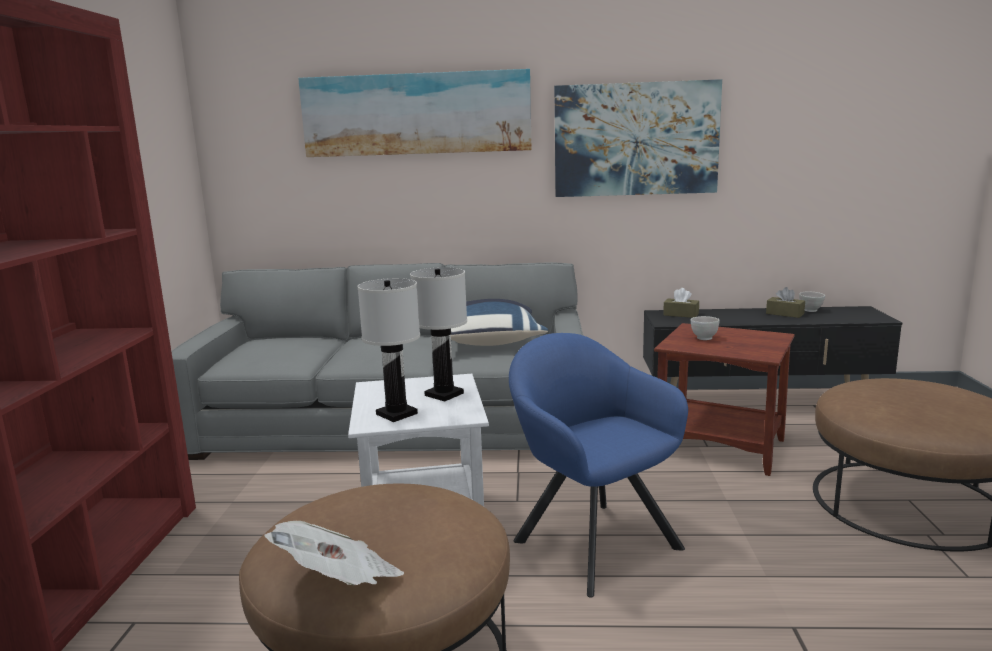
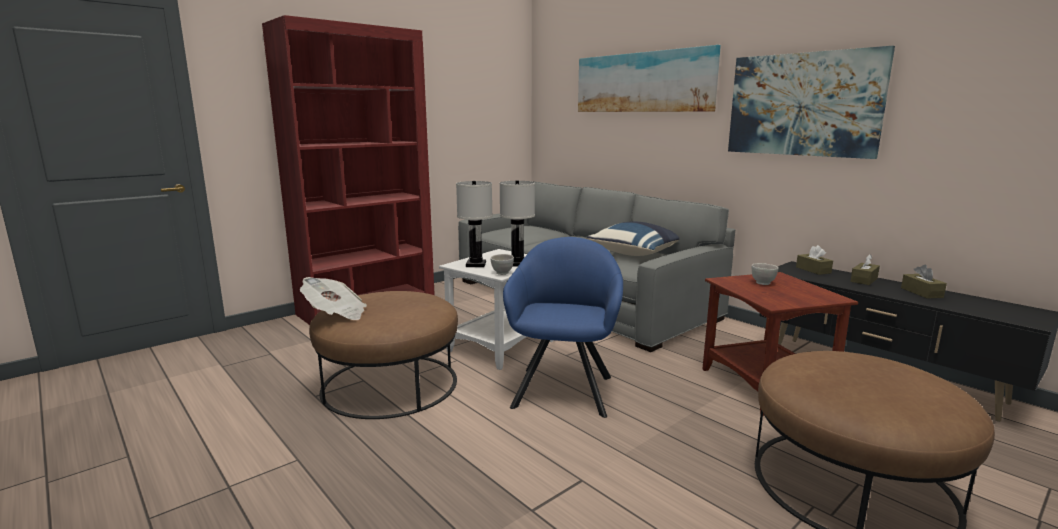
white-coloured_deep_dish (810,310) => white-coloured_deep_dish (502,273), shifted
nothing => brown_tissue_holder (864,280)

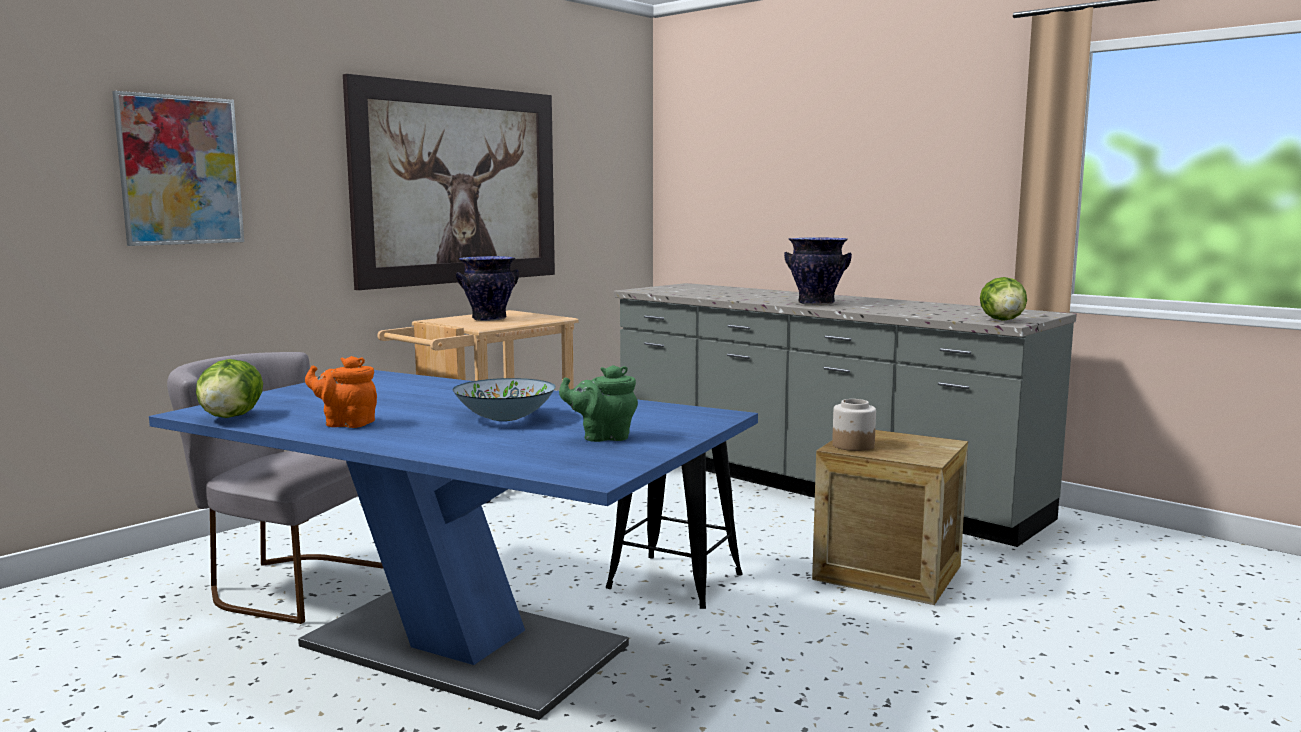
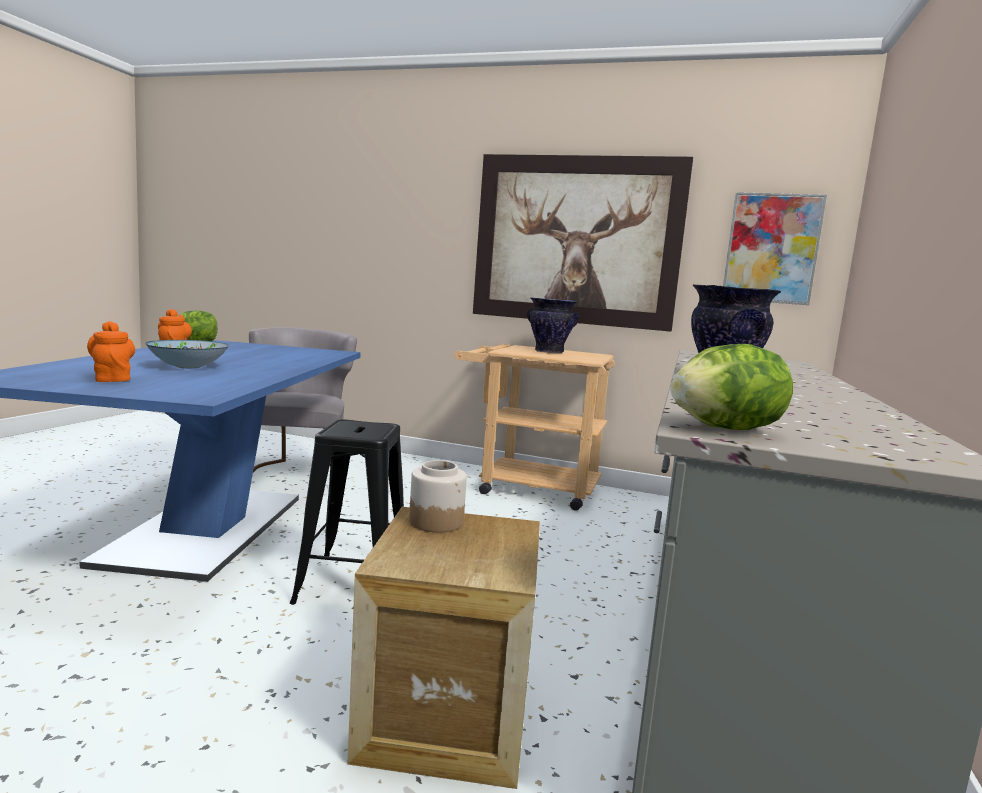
wall_art (180,170) => wall_art (771,248), shifted
greenish_pot_for_tea (603,437) => orangey_pot_for_tea (112,379)

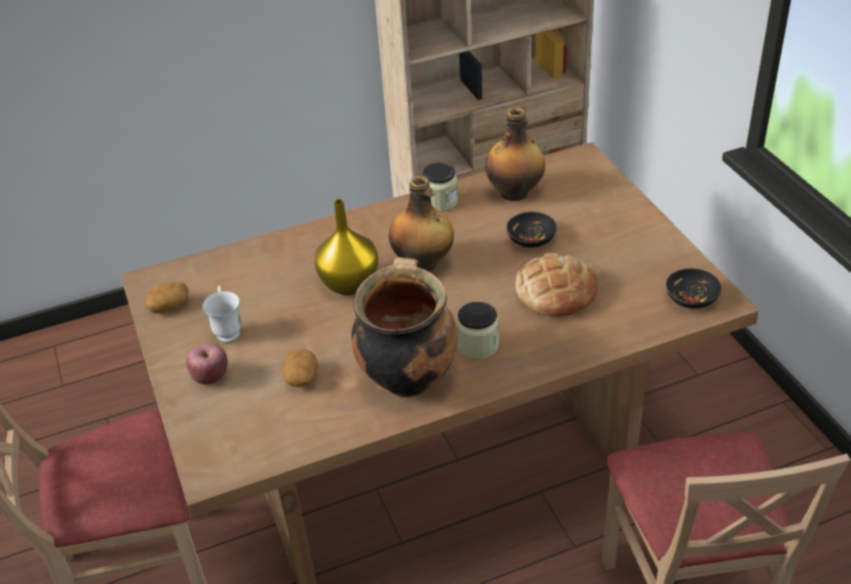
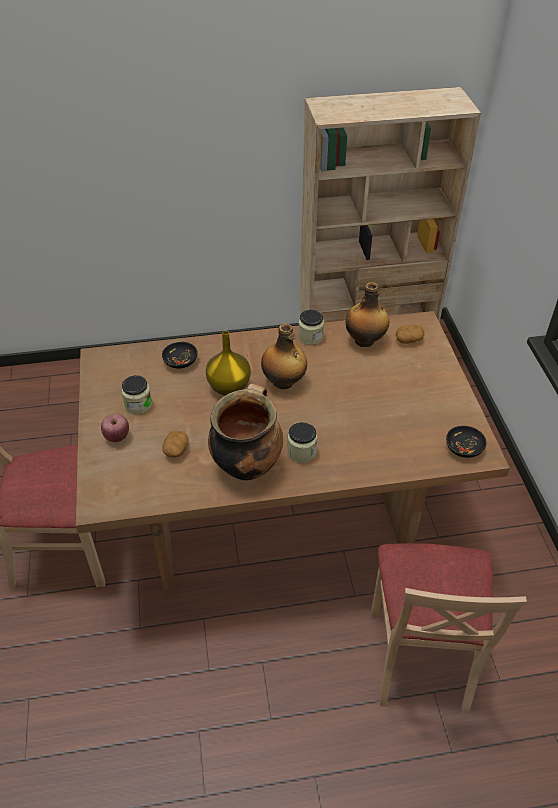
black-coloured_deep_dish (530,238) => black-coloured_deep_dish (180,361), shifted
bread (555,291) => nothing
spud (169,305) => spud (409,339), shifted
white-coloured_mug (228,330) => jar (138,404)

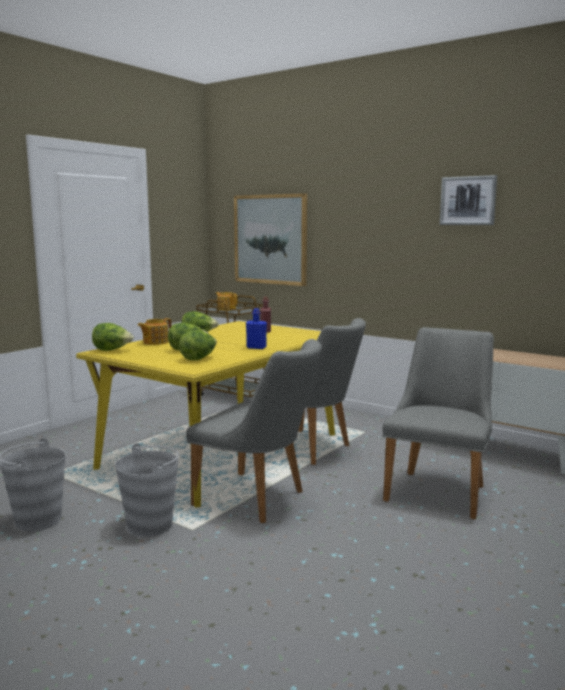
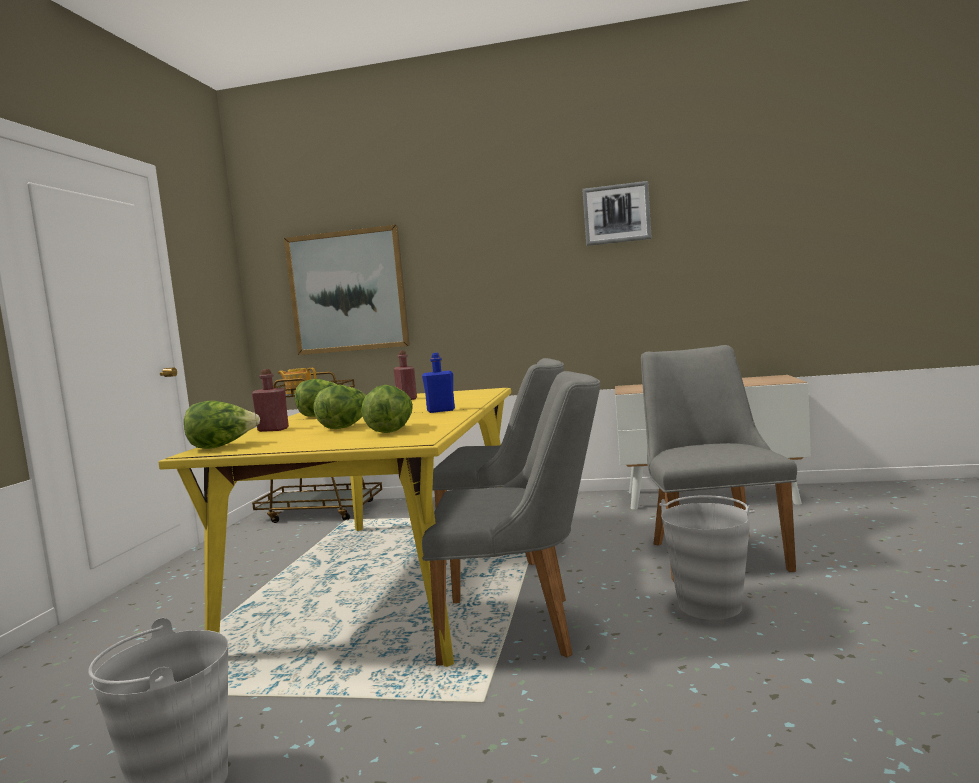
pot_for_tea (155,342) => red_bottle (273,429)
grey_water_bucket (150,525) => grey_water_bucket (710,605), shifted

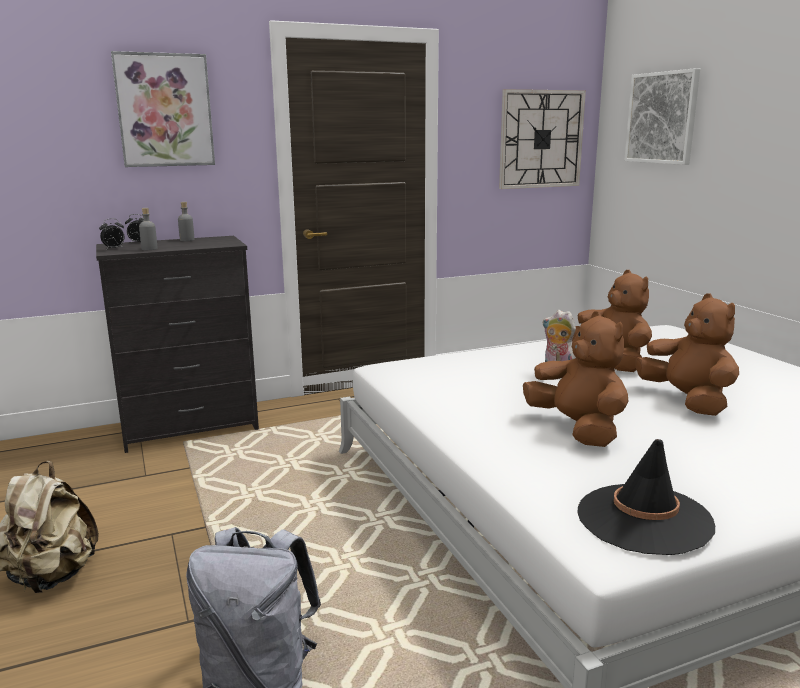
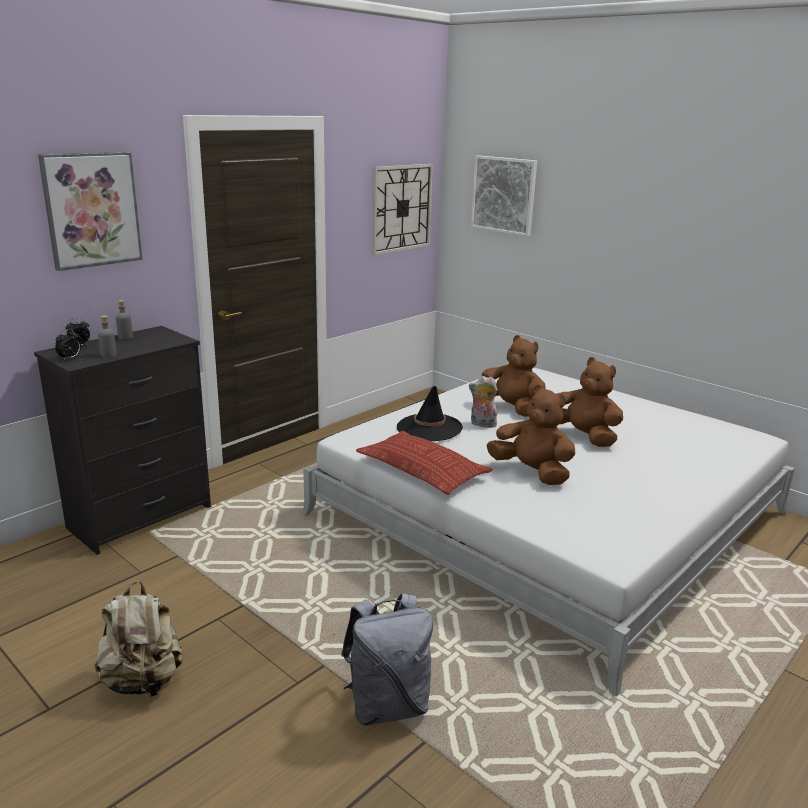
black-coloured_clothing_hat (644,519) => black-coloured_clothing_hat (429,428), shifted
nothing => cushion (422,470)

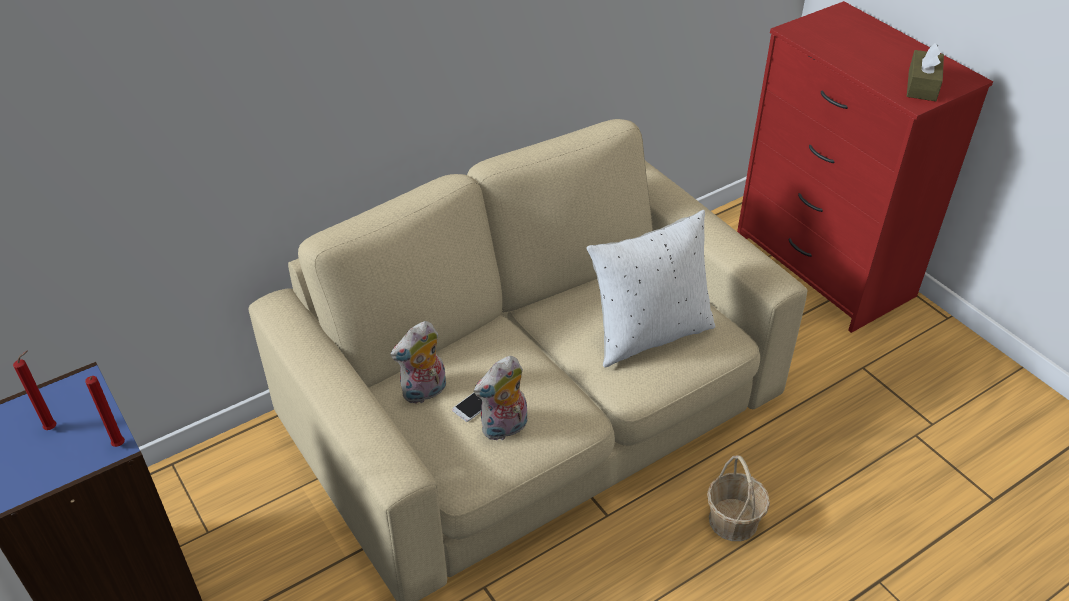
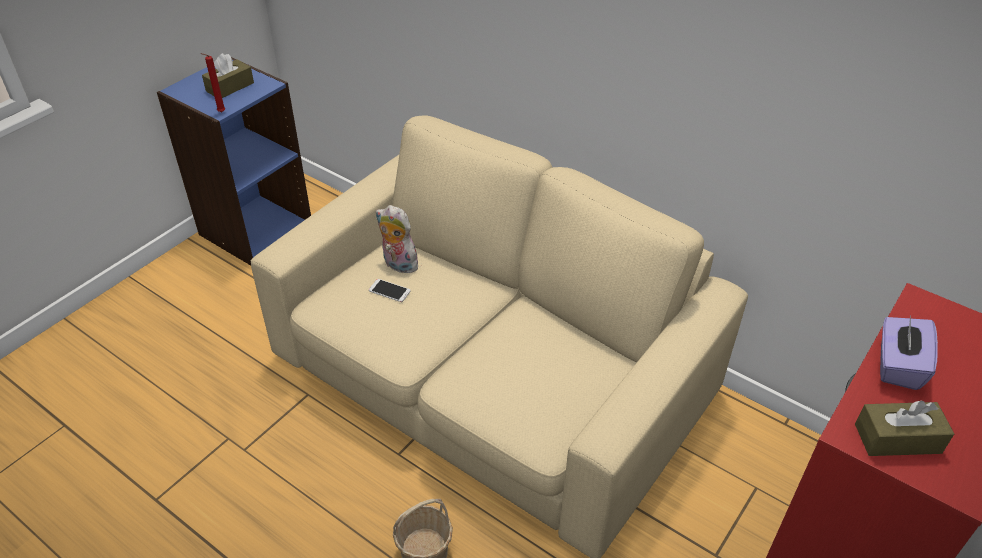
white-coloured_cushion (649,333) => nothing
red_wax_candle (53,428) => brown_tissue_holder (230,87)
soft_toy (504,429) => nothing
nothing => purple-coloured_tissue_holder (897,366)

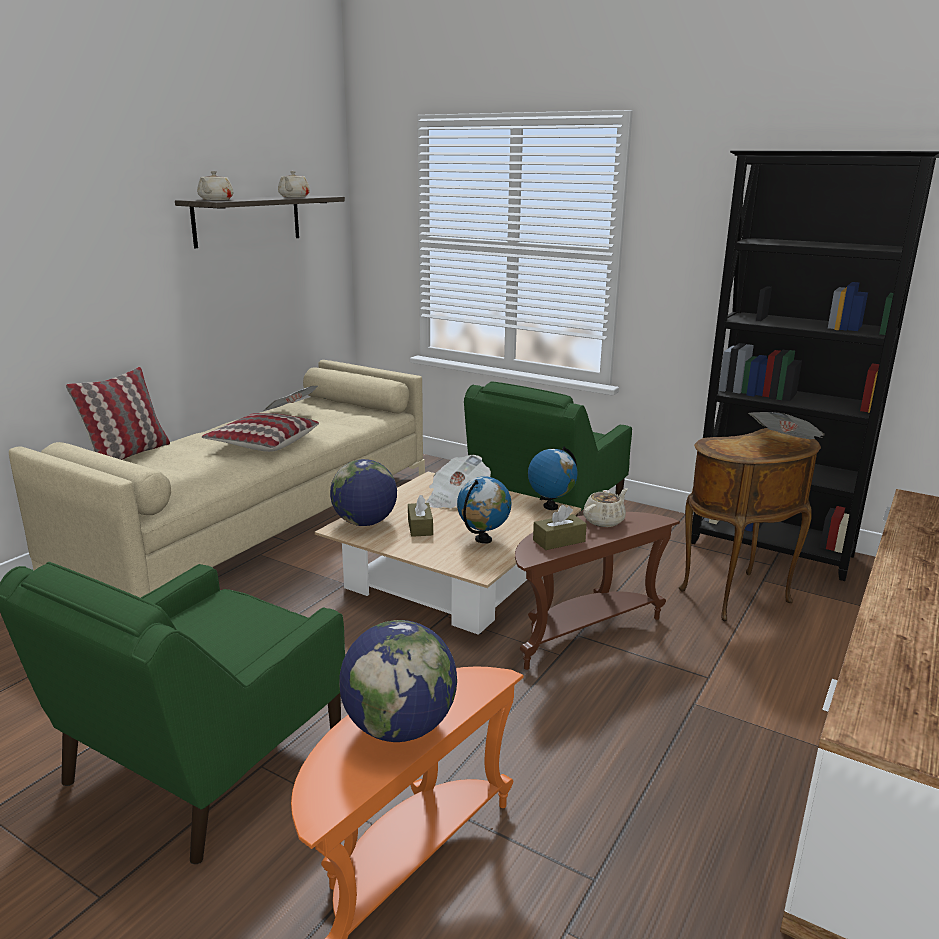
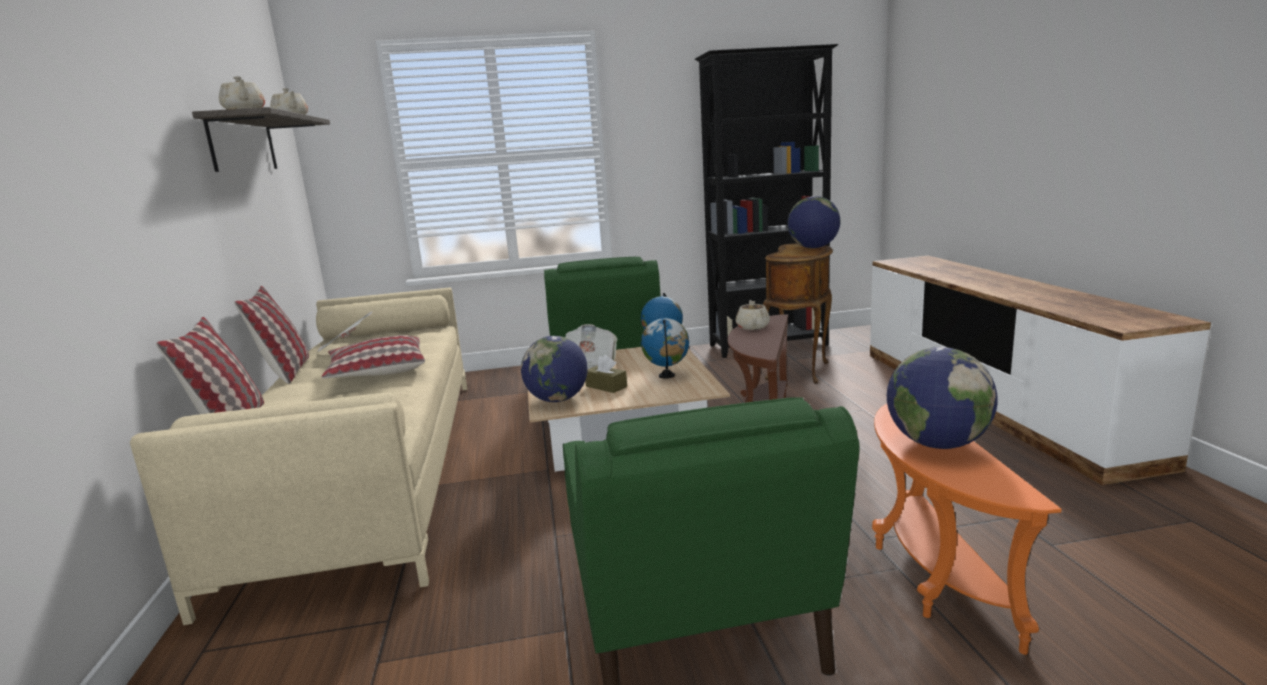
newspaper (785,445) => desk_globe (813,248)
brown_tissue_holder (559,541) => nothing
nothing => cushion (286,372)

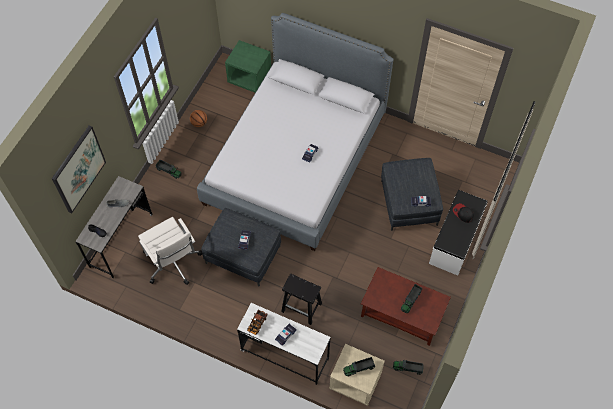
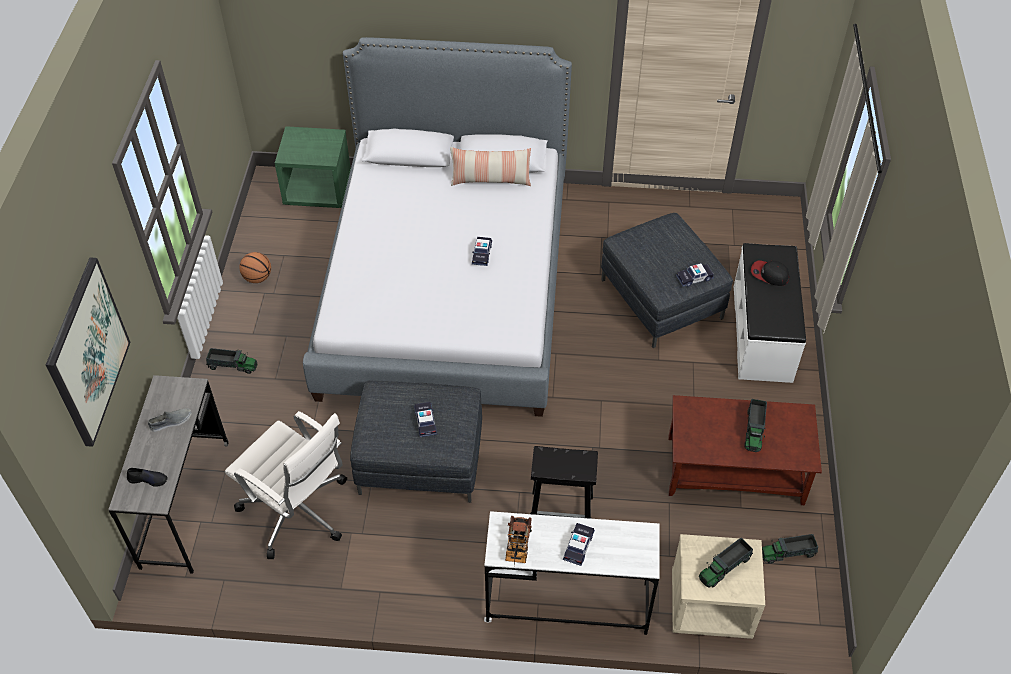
nothing => cushion (490,180)

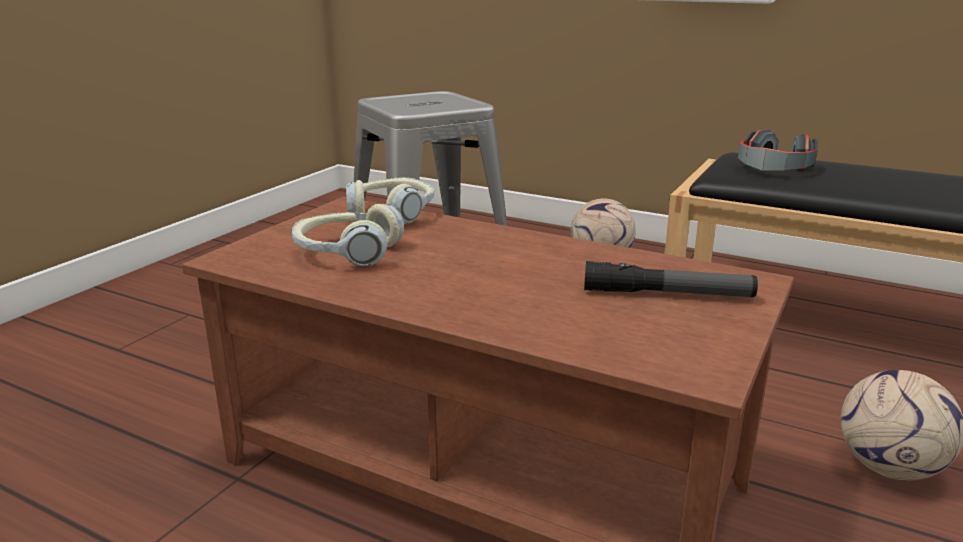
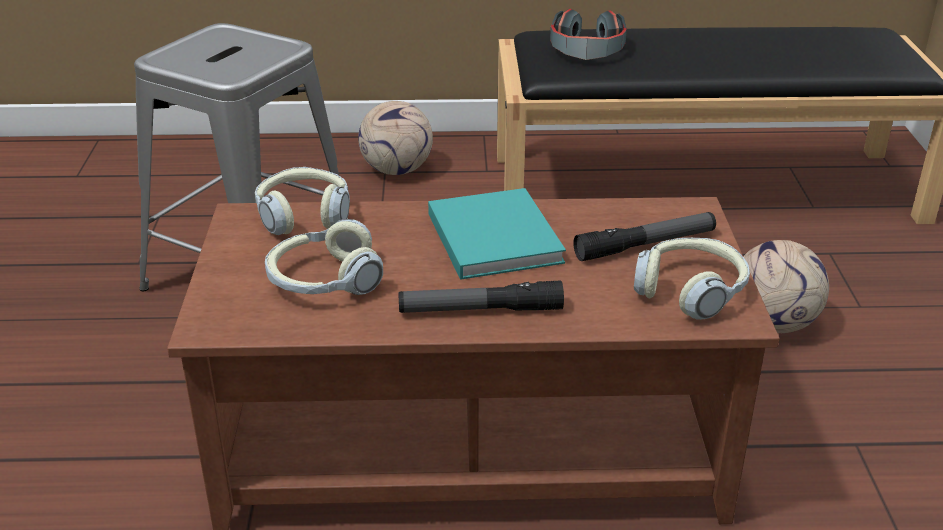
nothing => turquoise_book (493,235)
nothing => pair_of_headphones (691,290)
nothing => hand_torch (480,310)

